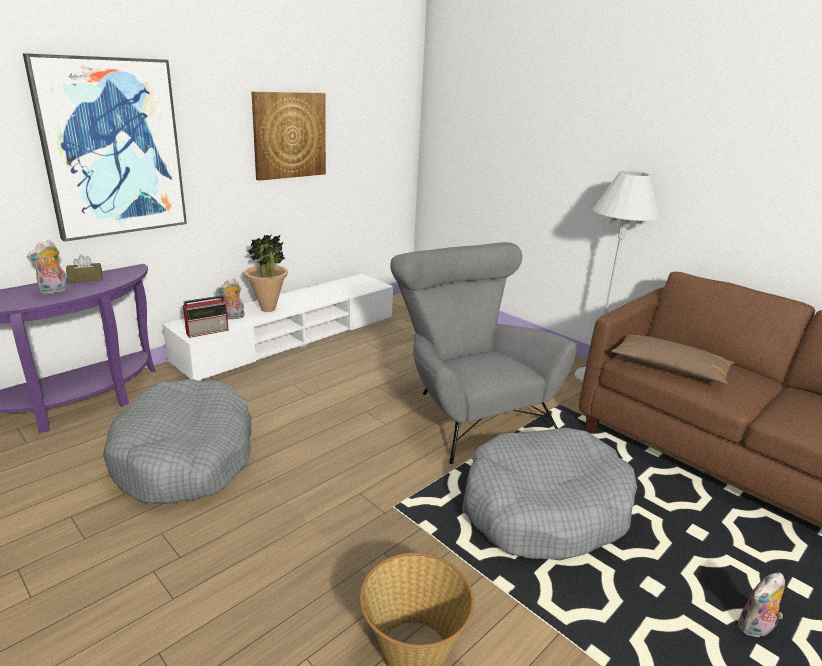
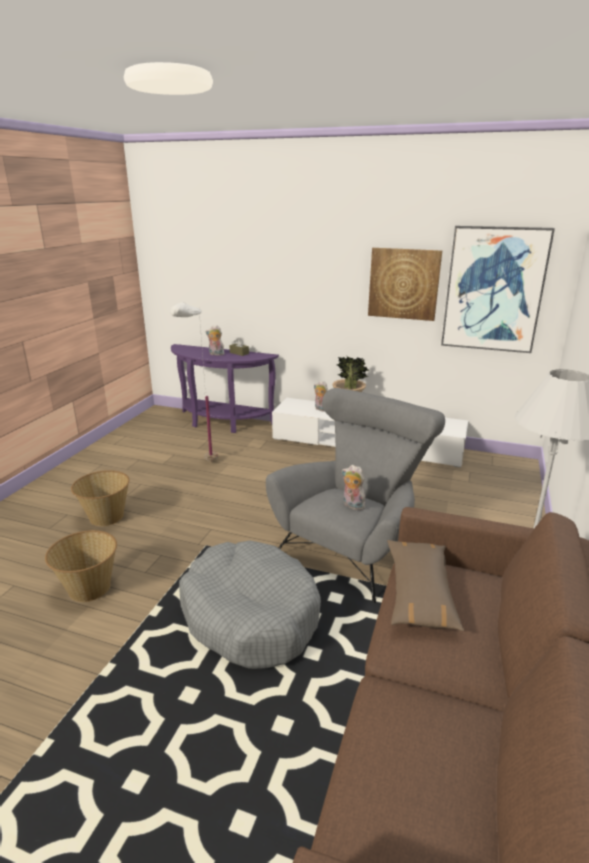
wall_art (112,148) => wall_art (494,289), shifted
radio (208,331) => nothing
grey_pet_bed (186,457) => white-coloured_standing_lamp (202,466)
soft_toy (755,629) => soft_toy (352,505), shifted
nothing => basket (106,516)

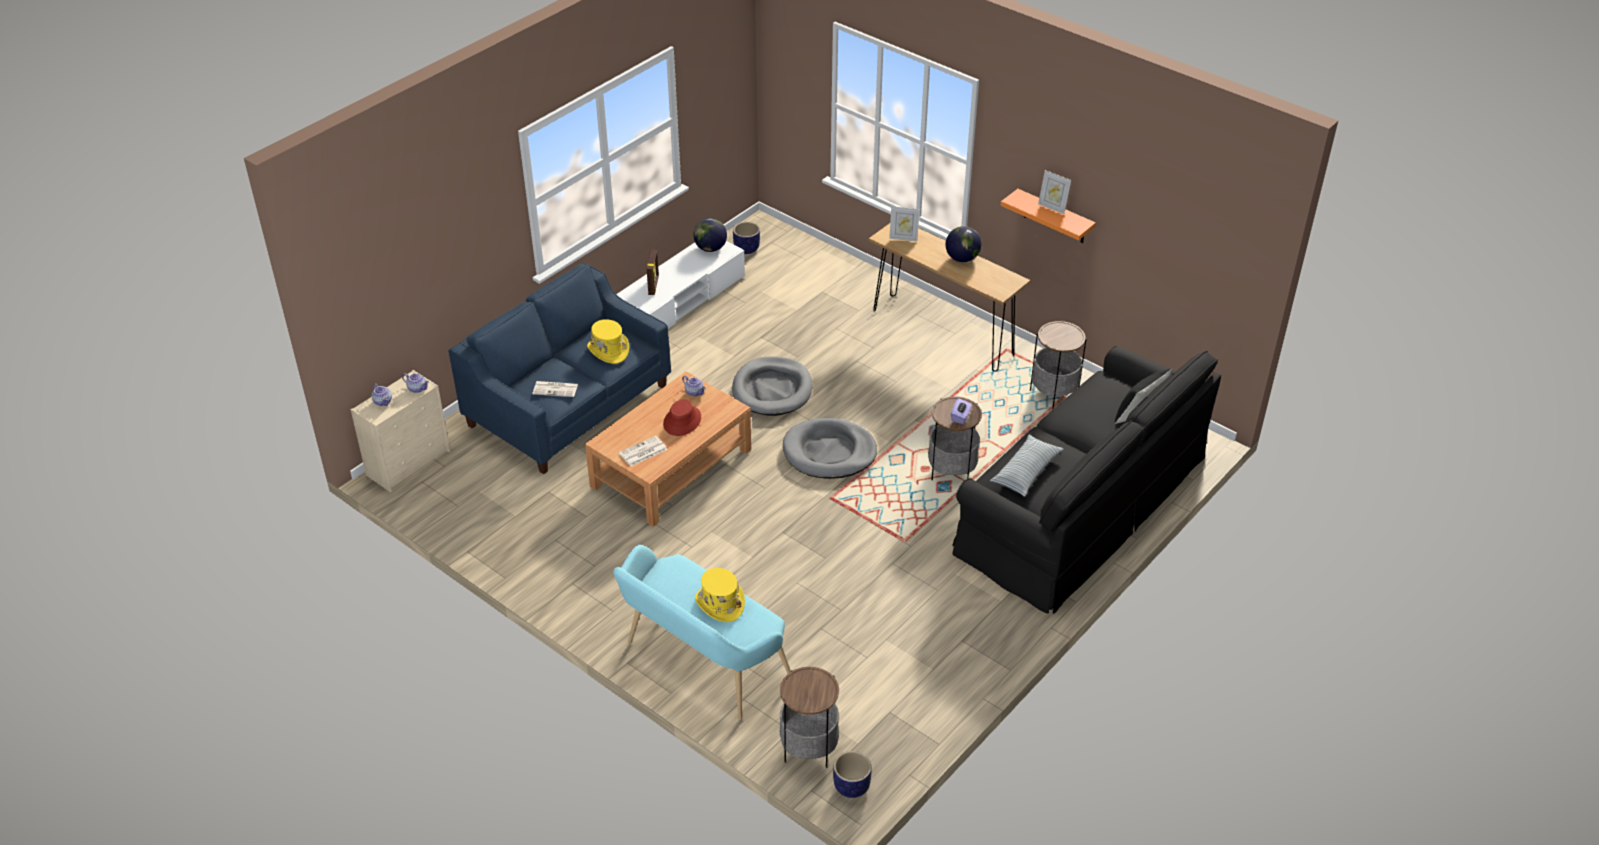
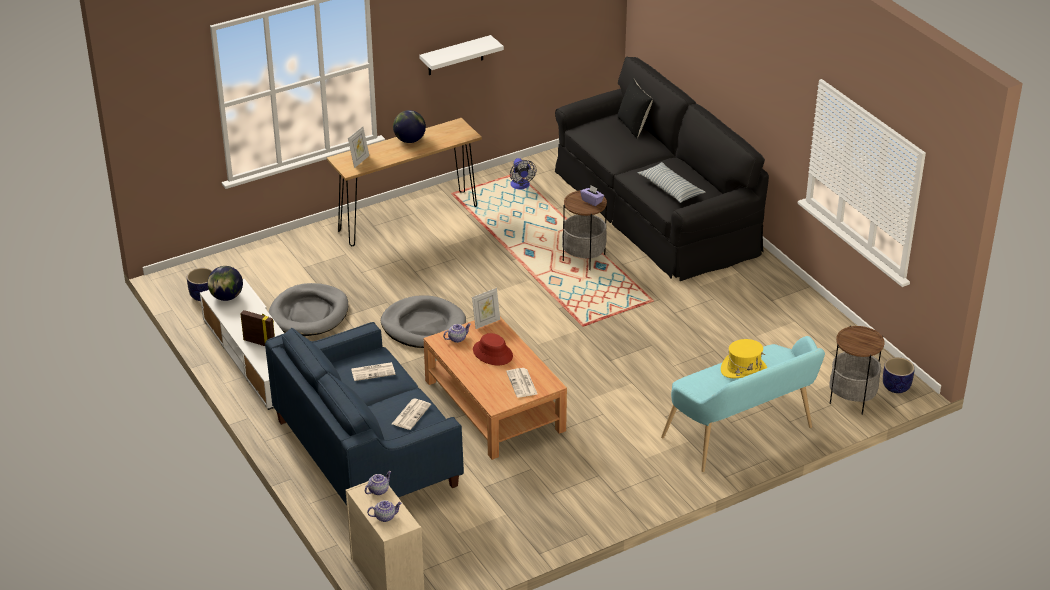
picture_frame (1052,207) => picture_frame (486,322), shifted
orangey_shelf (1054,217) => white-coloured_shelf (455,56)
yellowish_clothing_hat (608,350) => newspaper (373,371)
end_table (1053,393) => electric_fan (521,186)
grey_pet_bed (829,452) => grey_pet_bed (309,313), shifted

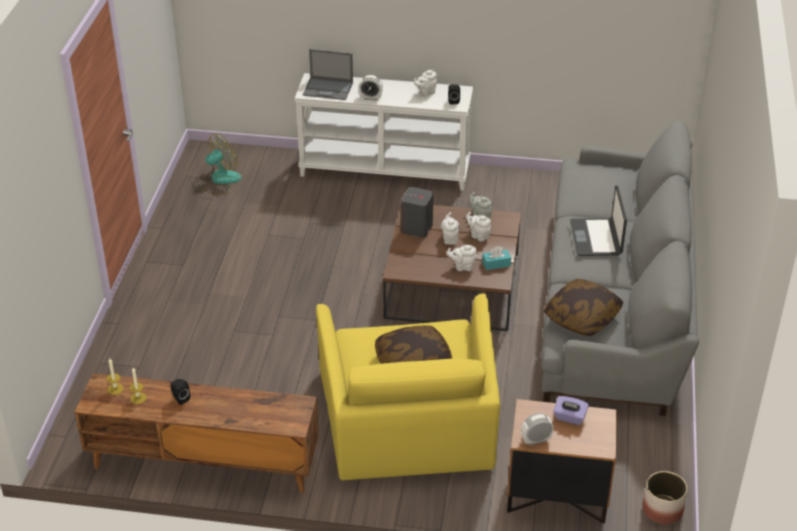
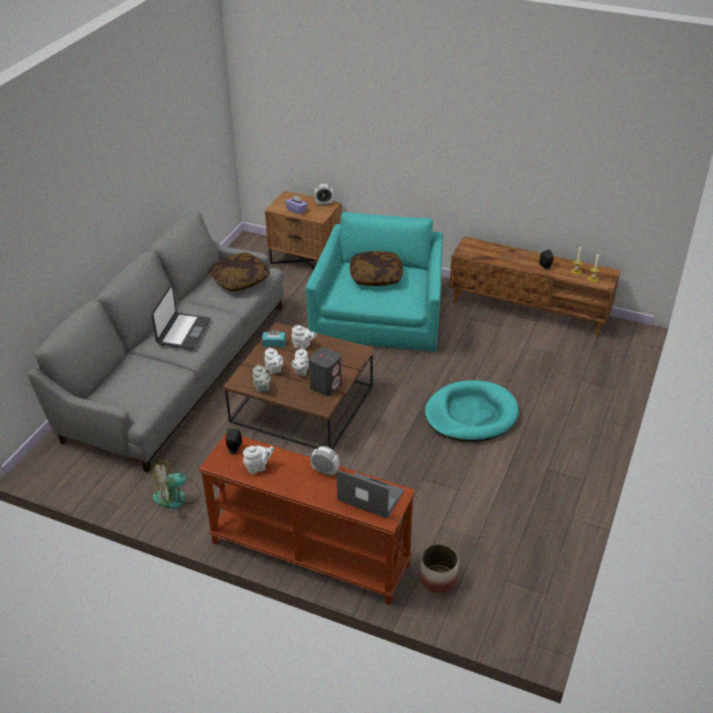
white-coloured_hall_table (385,170) => brown_hall_table (308,554)
electric_fan (219,180) => electric_fan (177,497), shifted
yellowish_armchair (409,417) => turquoise_armchair (379,314)
plant_pot (662,510) => plant_pot (438,578), shifted
nothing => turquoise_pet_bed (471,415)

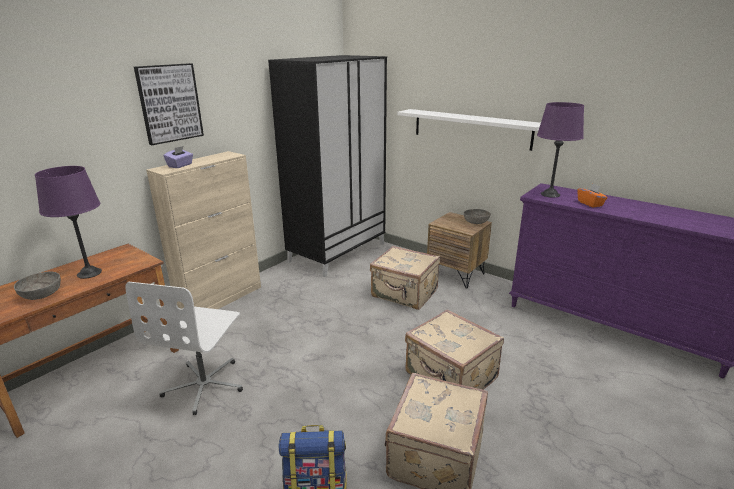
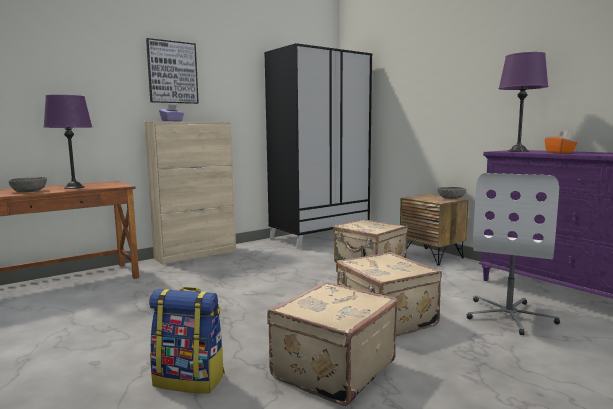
white-coloured_shelf (471,128) => nothing
white-coloured_computer_chair (205,385) => white-coloured_computer_chair (509,316), shifted

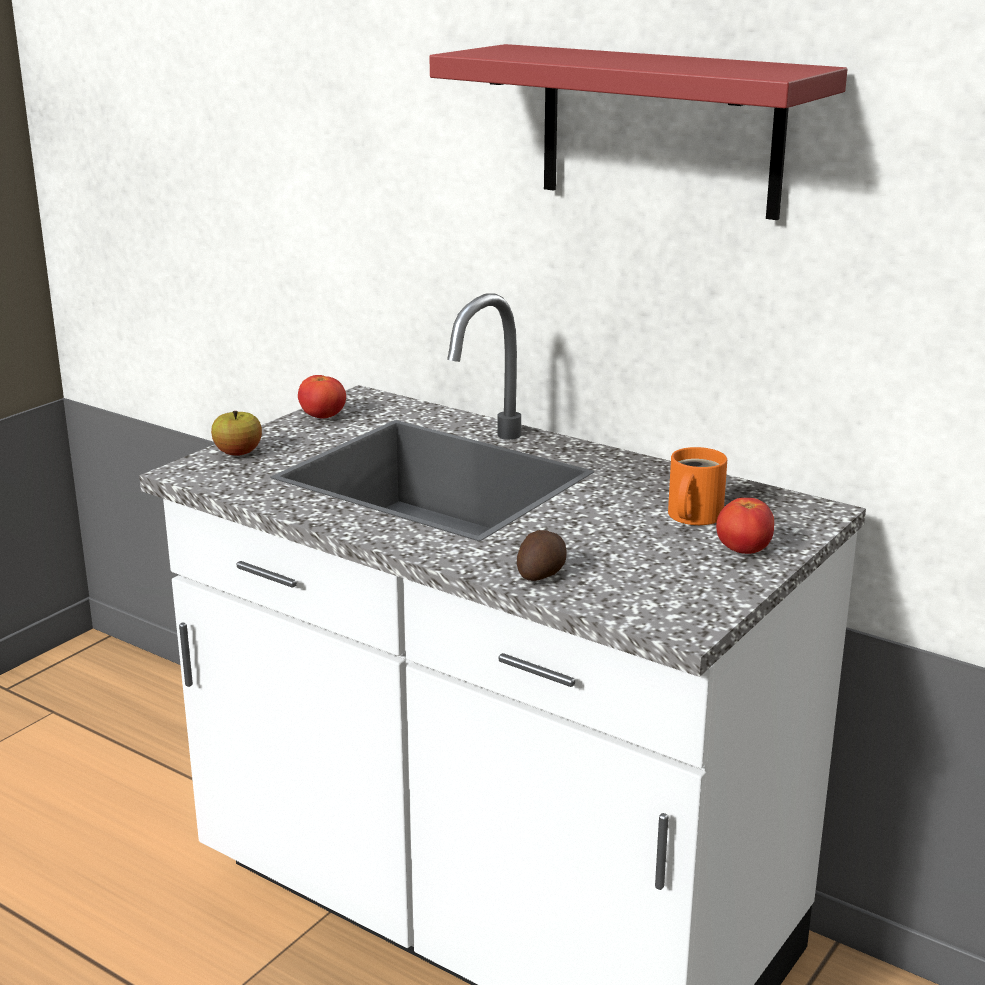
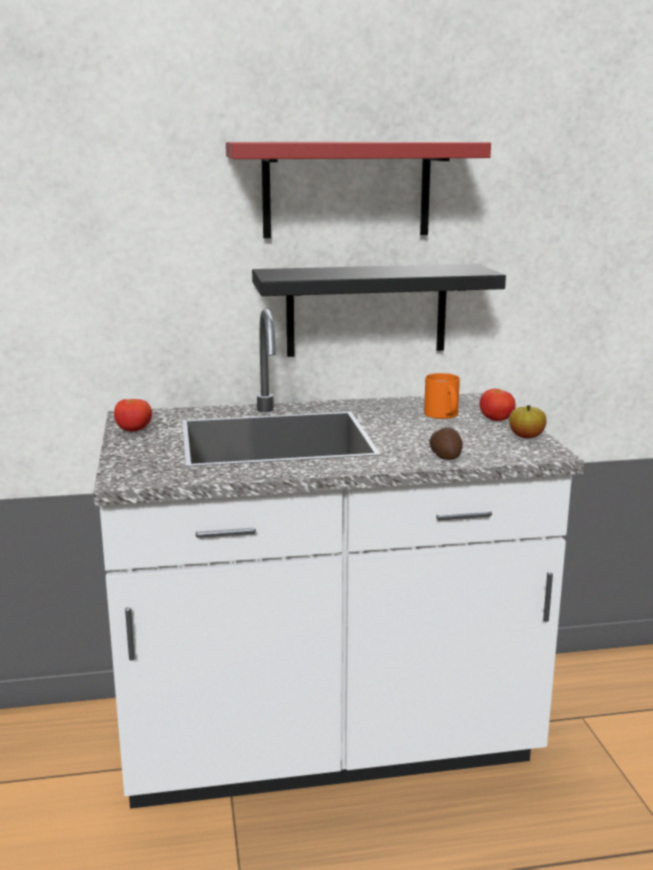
apple_fruit (238,453) => apple_fruit (526,437), shifted
nothing => black-coloured_shelf (366,310)

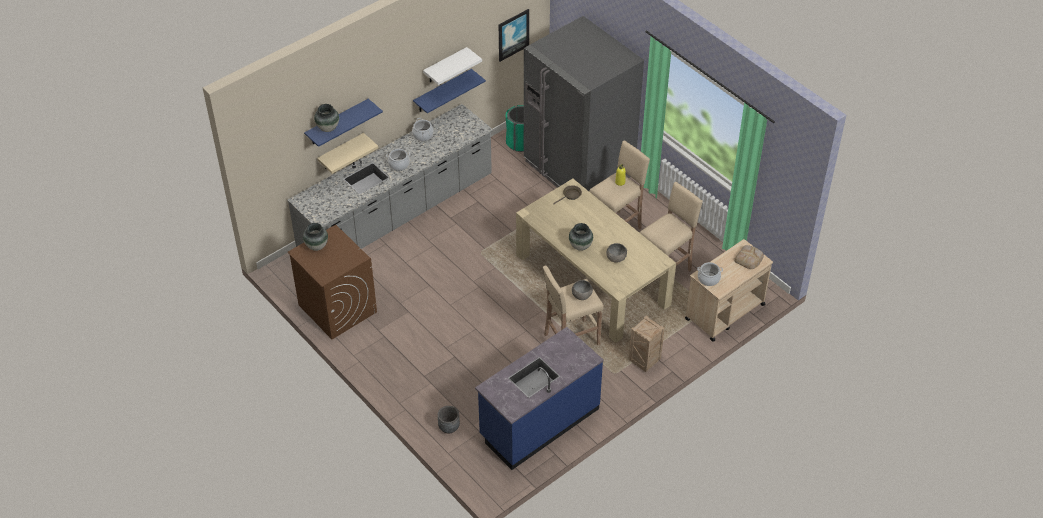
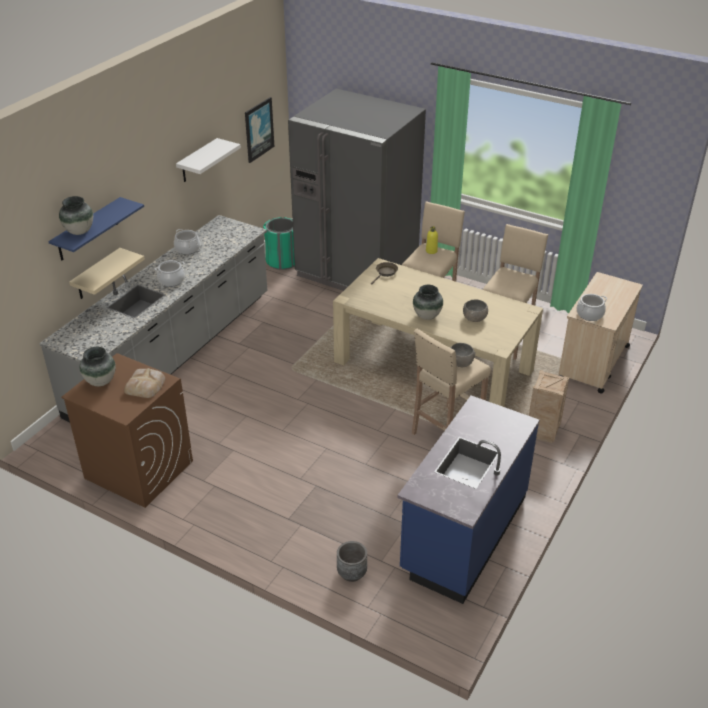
blue-coloured_shelf (442,91) => nothing
bread (749,258) => bread (146,385), shifted

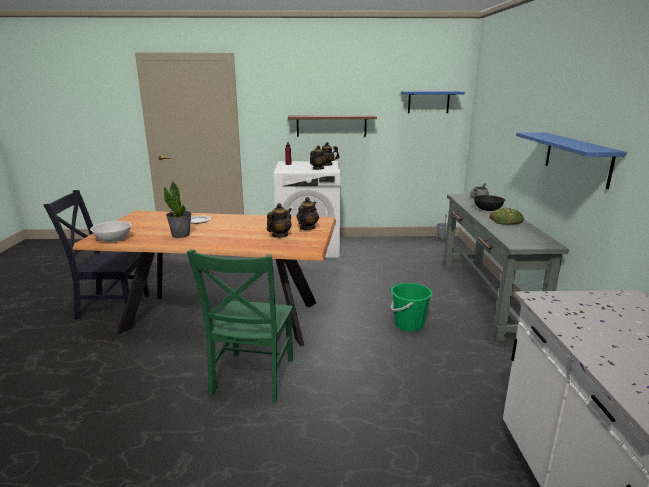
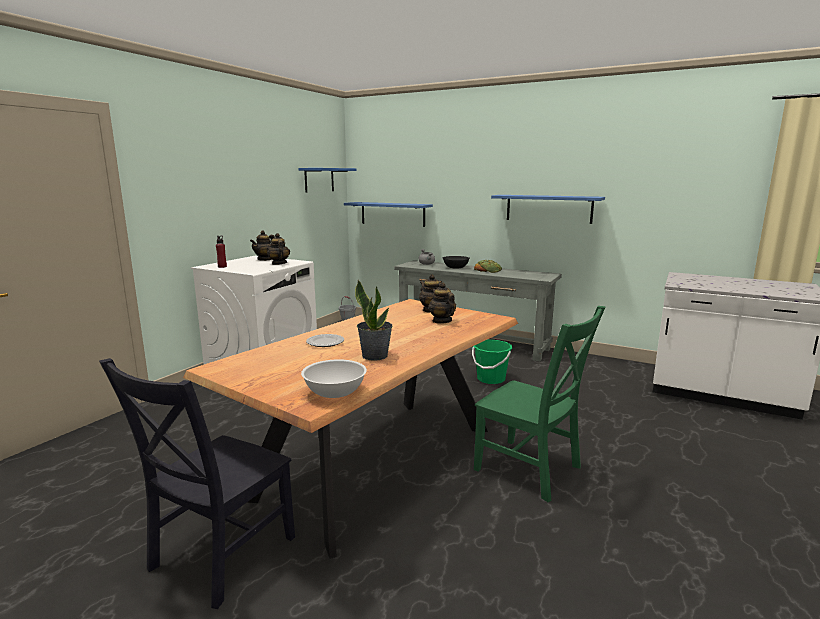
brown_shelf (331,125) => nothing
nothing => blue-coloured_shelf (392,214)

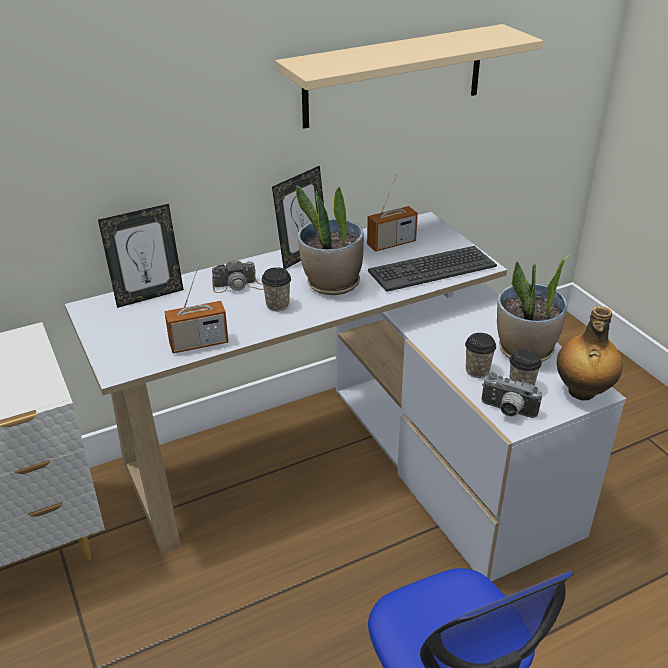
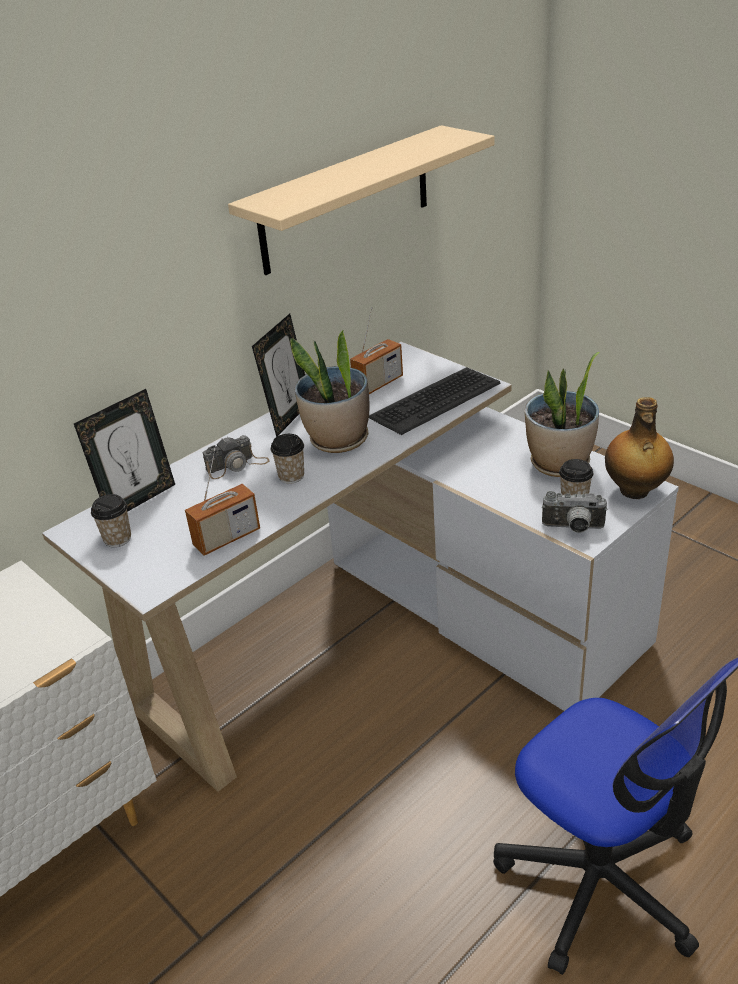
small_cup (477,370) => small_cup (117,539), shifted

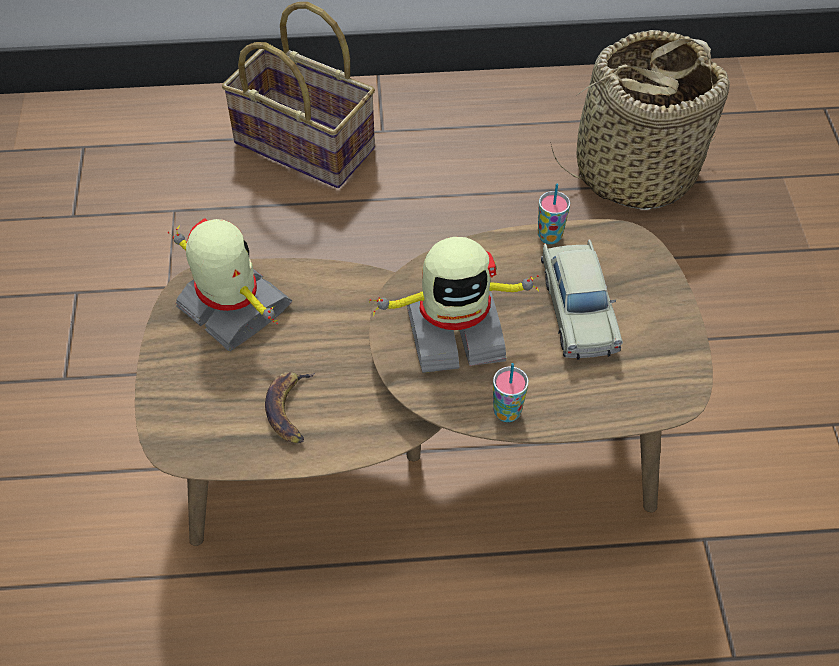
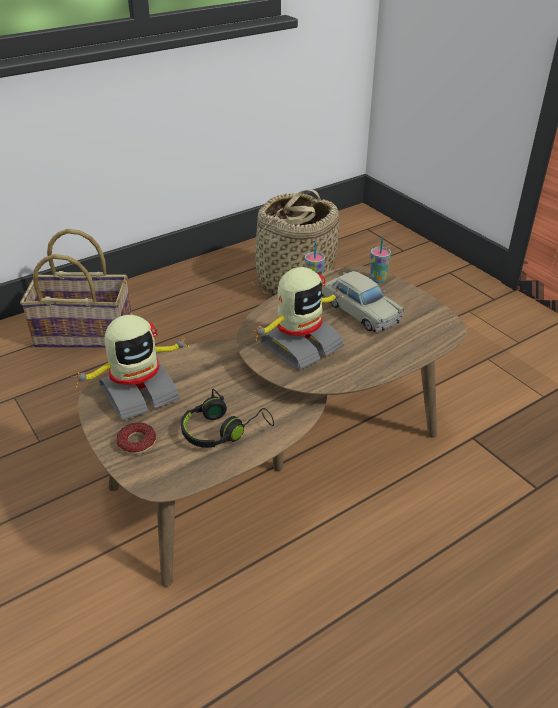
robot_figure (232,309) => robot_figure (138,393), 135 degrees clockwise
small_cup (507,412) => small_cup (377,279), shifted
whole_banana (290,410) => black-coloured_pair_of_headphones (223,430)
nothing => ring_doughnut (137,442)

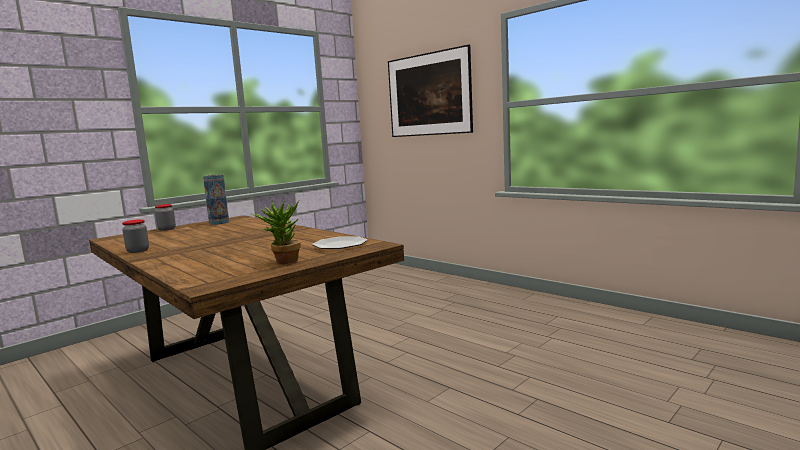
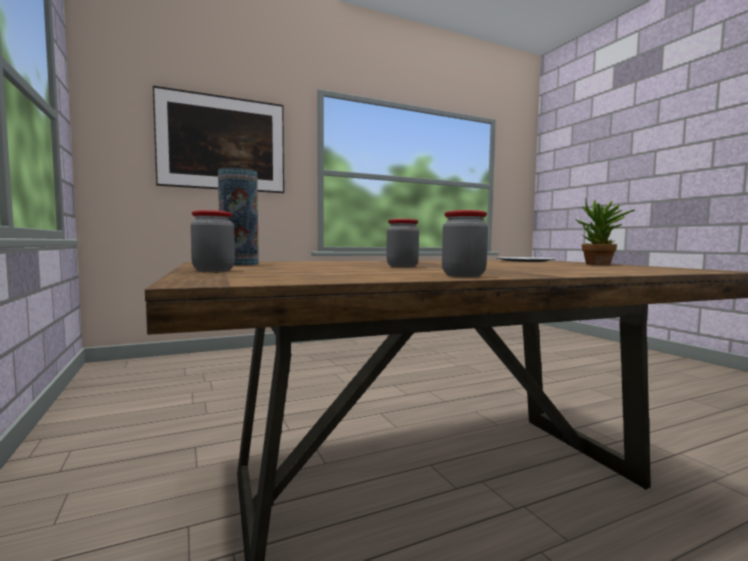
nothing => jar (402,266)

